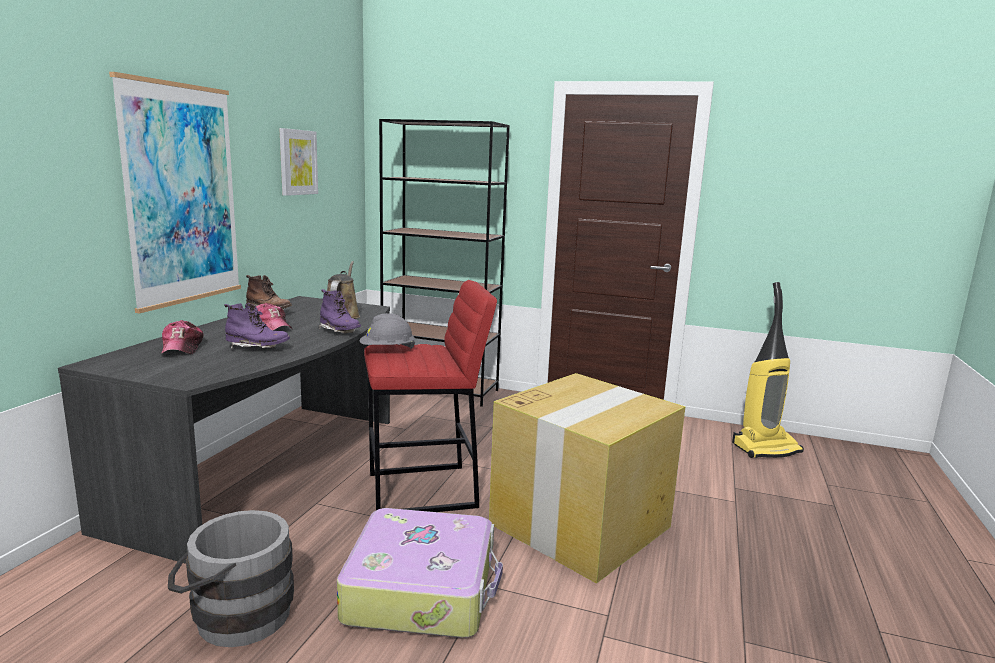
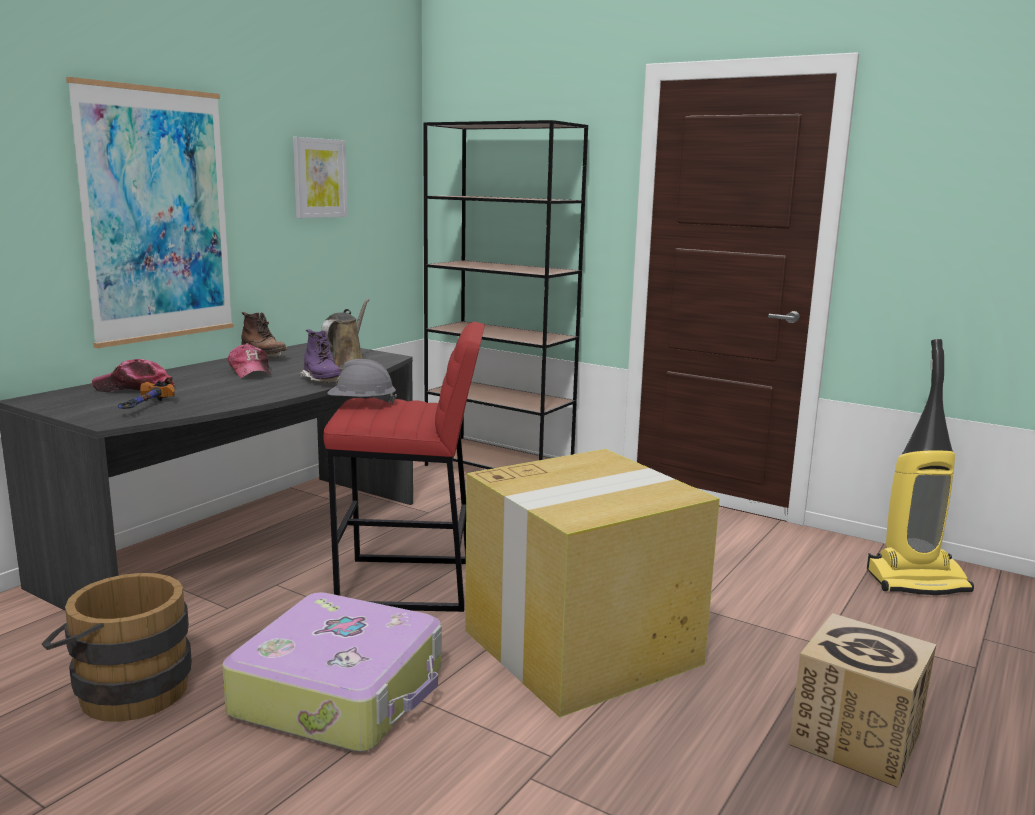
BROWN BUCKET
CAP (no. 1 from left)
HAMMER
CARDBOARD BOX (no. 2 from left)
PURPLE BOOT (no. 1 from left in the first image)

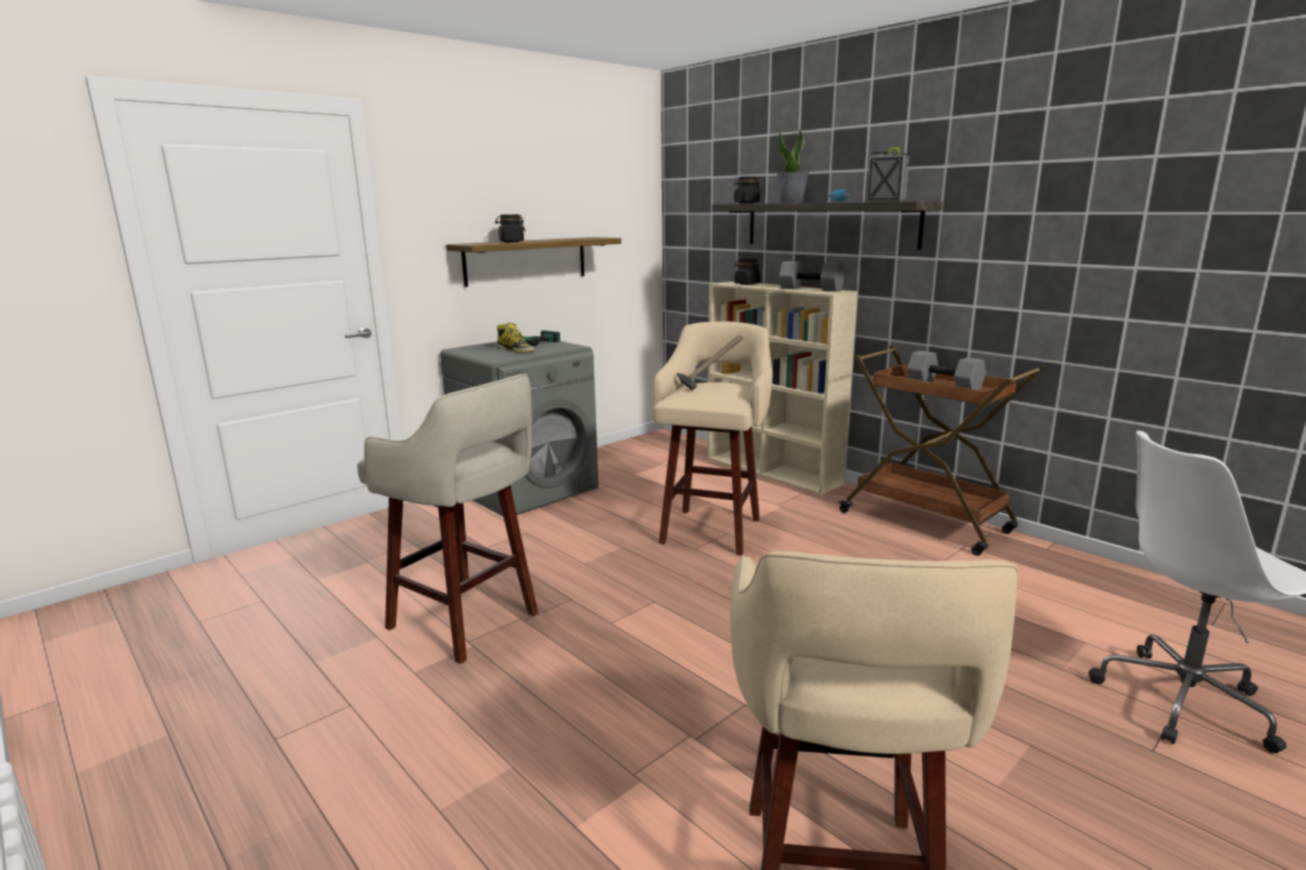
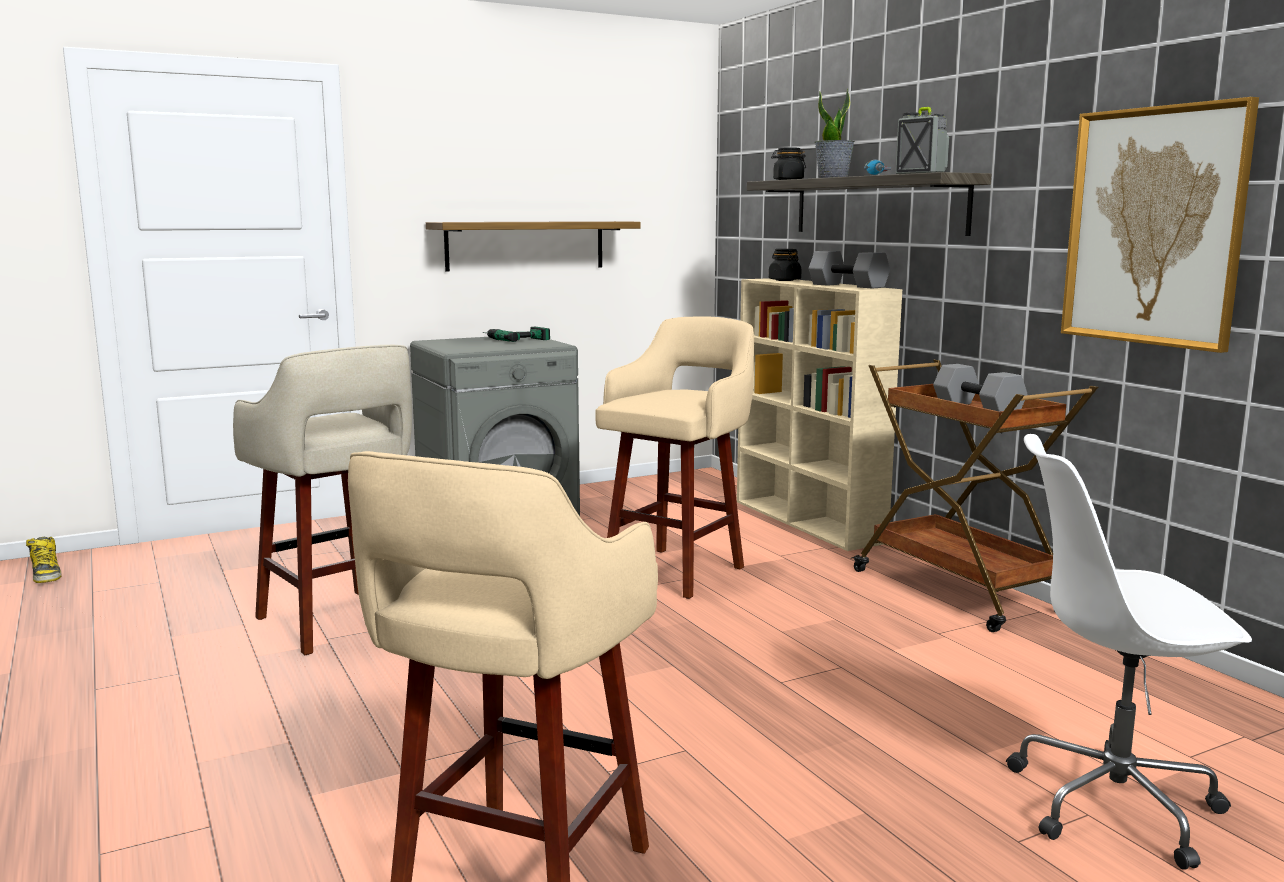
BOOT
PICTURE
BLACK JAR (no. 1 from left in the first image)
HAMMER

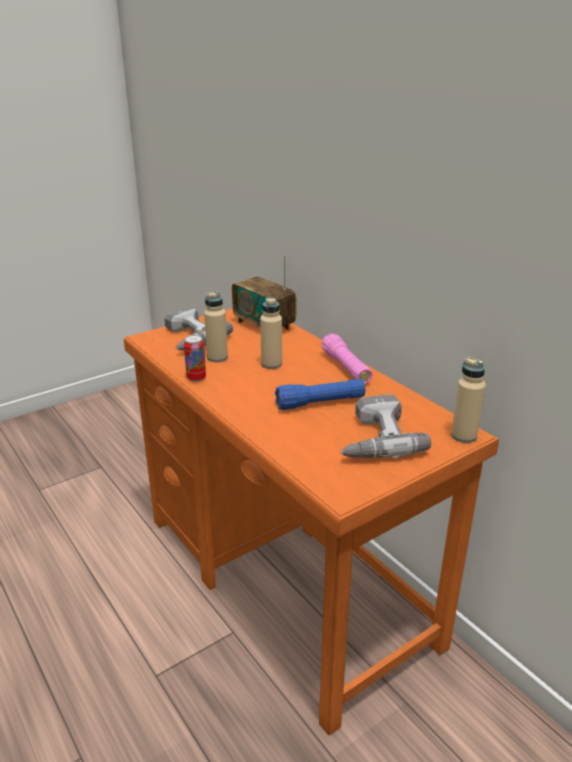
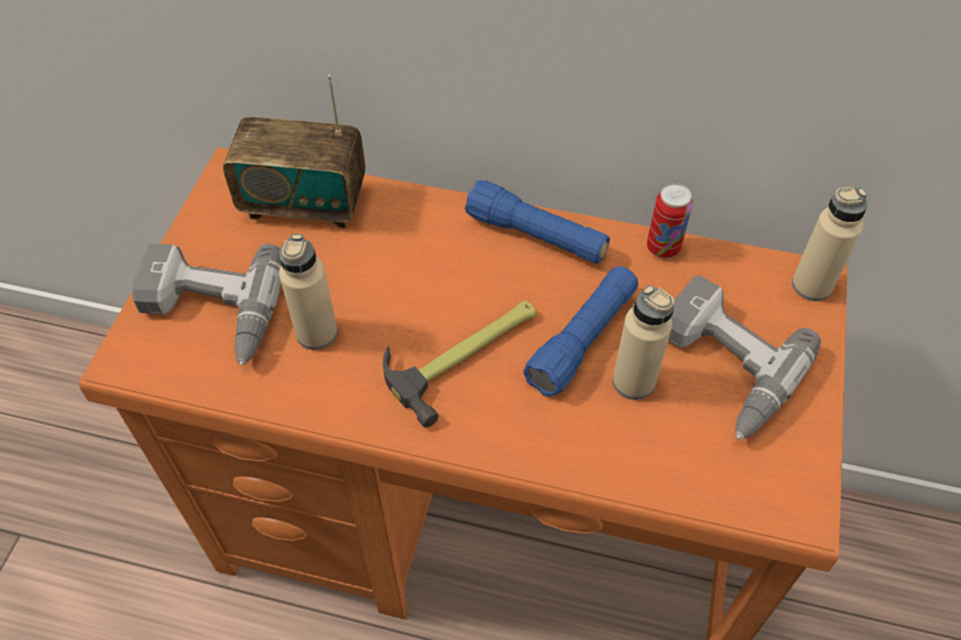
HAMMER
BLUE FLASHLIGHT (no. 1 from left)
BEIGE BOTTLE (no. 2 from left)
CAN

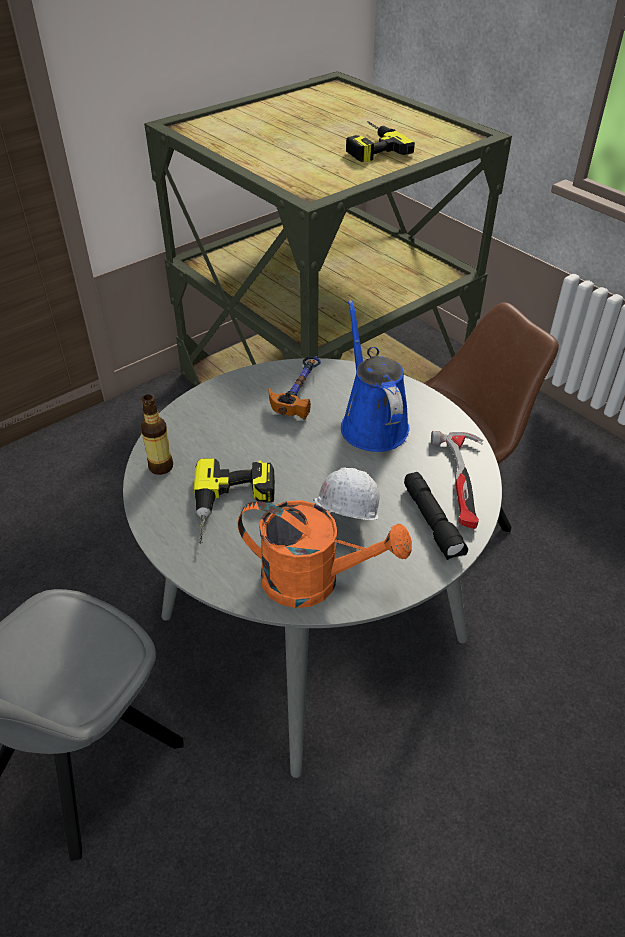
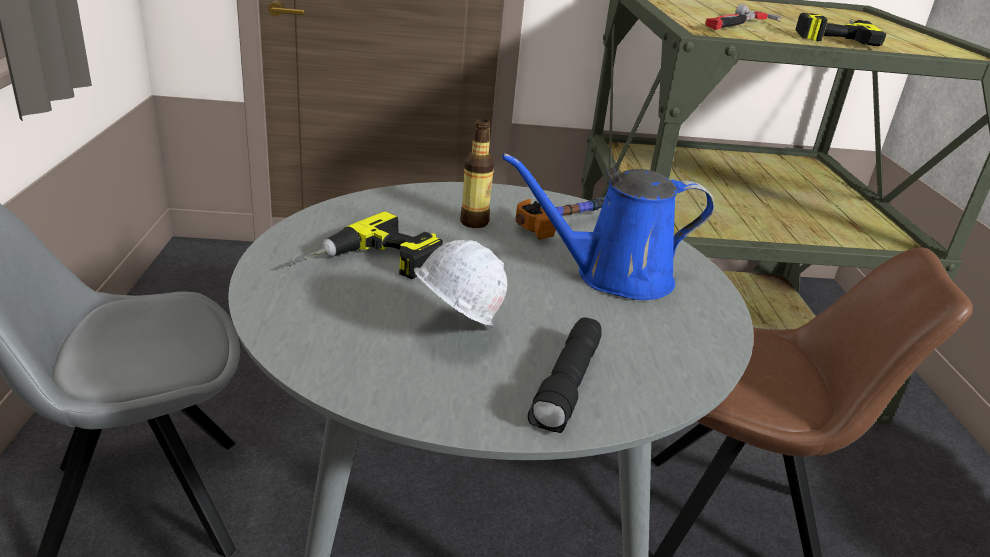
BOTTLE
BLUE WATERING CAN
HAMMER (no. 2 from left)
ORANGE WATERING CAN

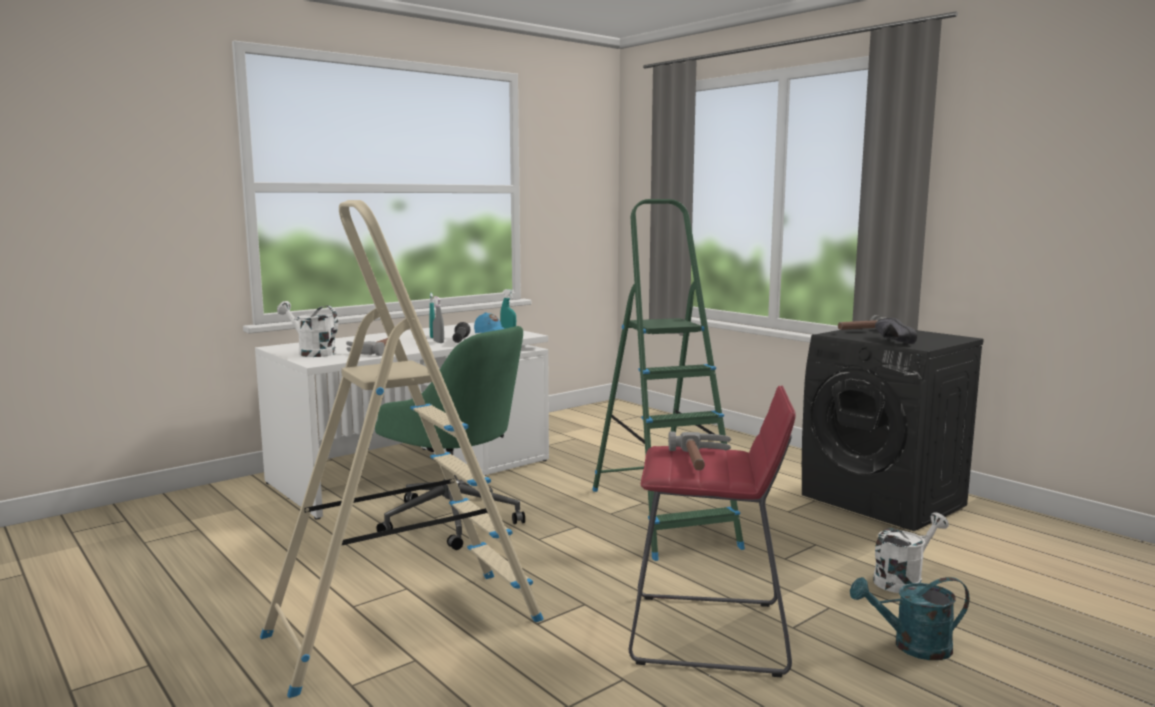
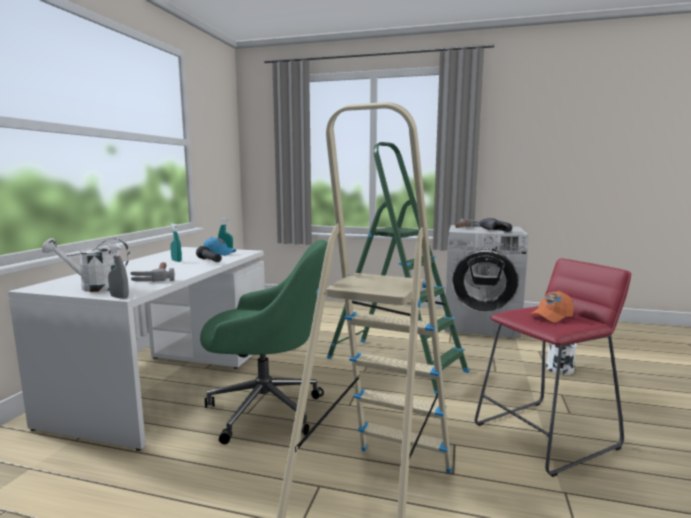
GREY SPRAY BOTTLE
WHITE WASHING MACHINE
ORANGE CAP
TURQUOISE WATERING CAN

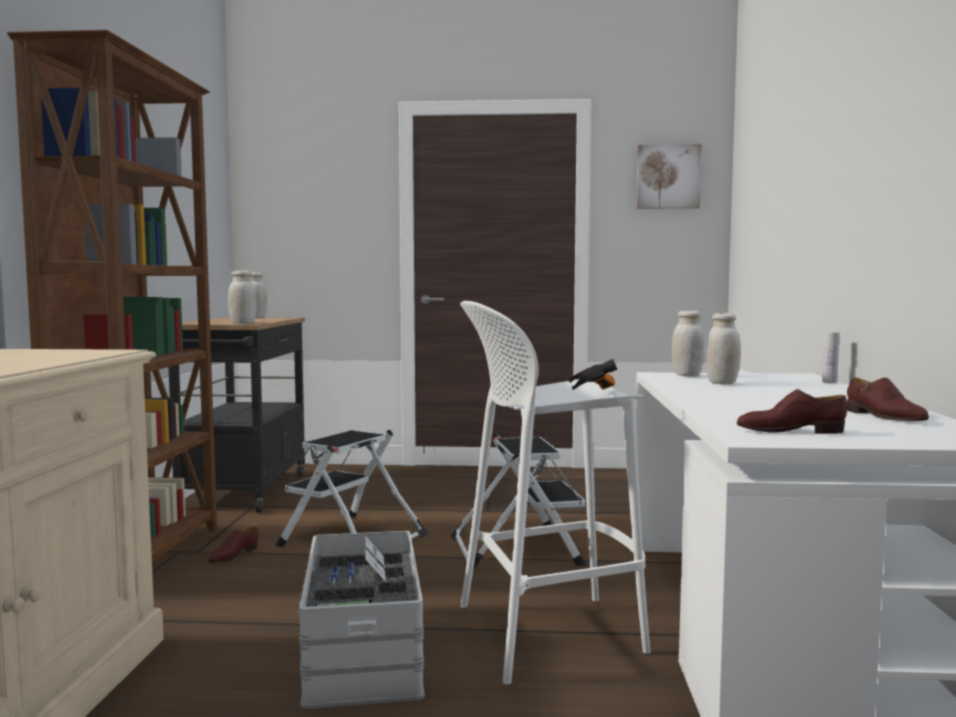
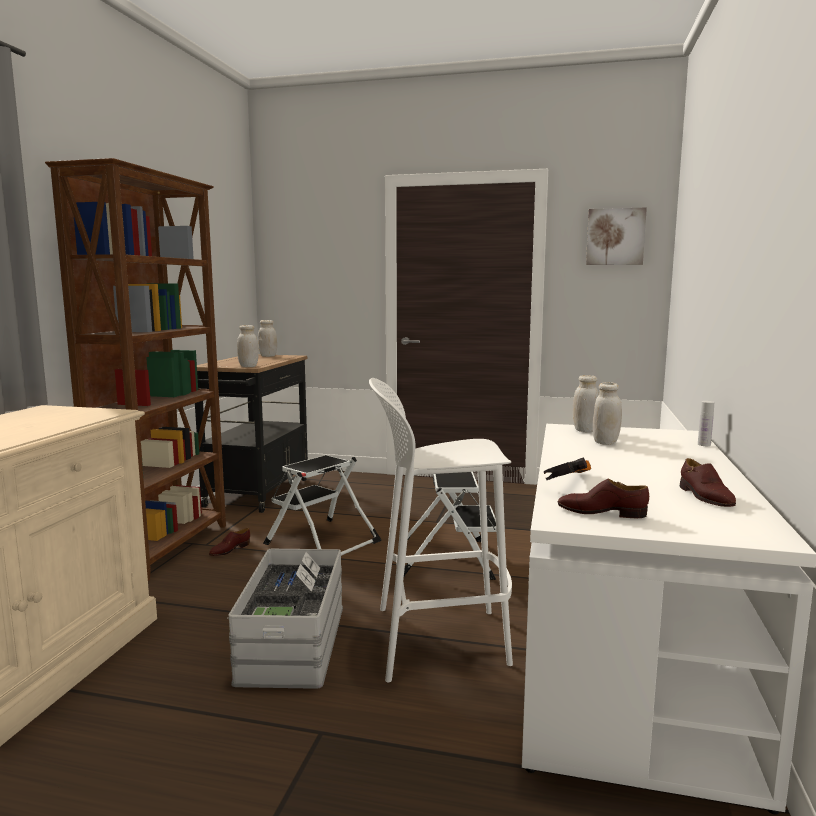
HAMMER

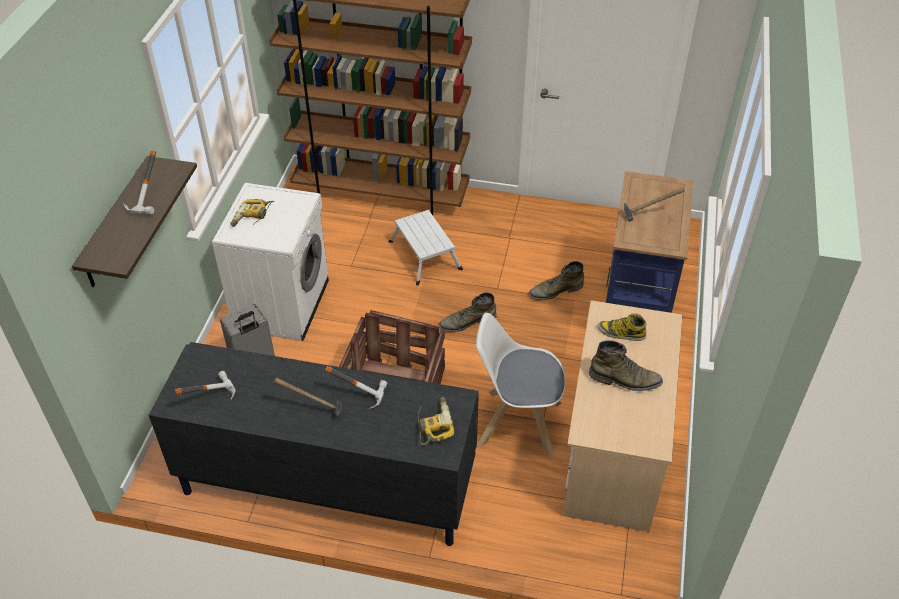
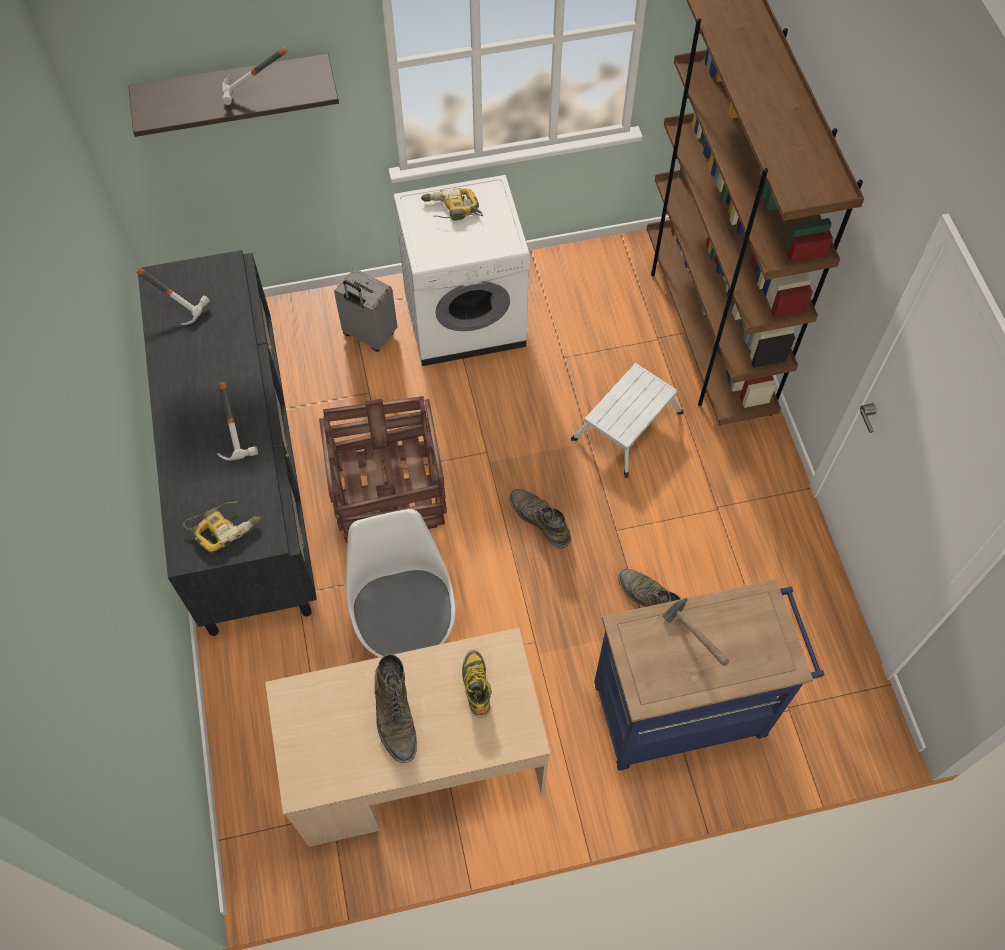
HAMMER (no. 3 from left in the first image)

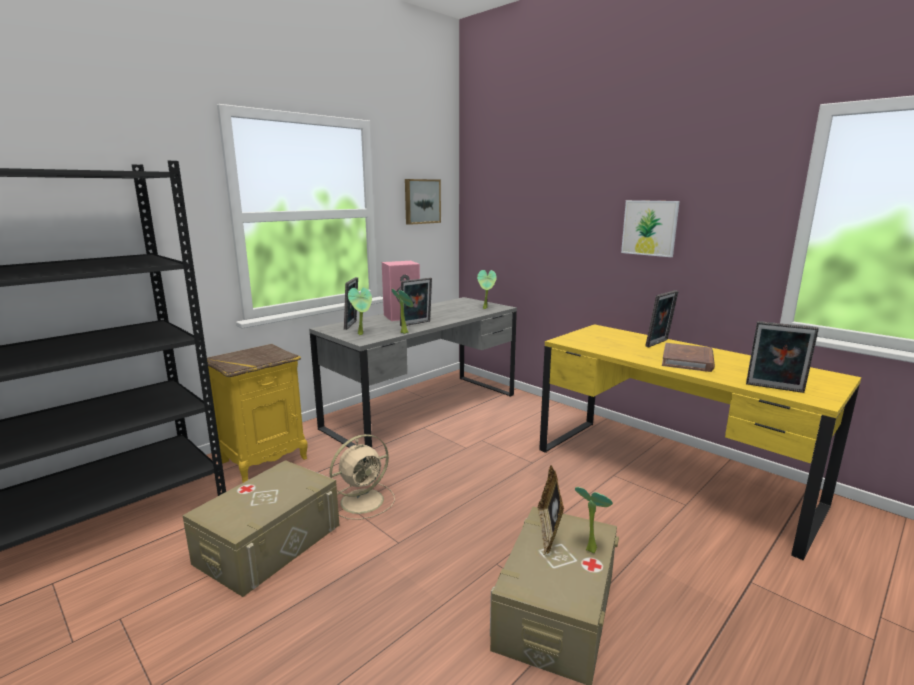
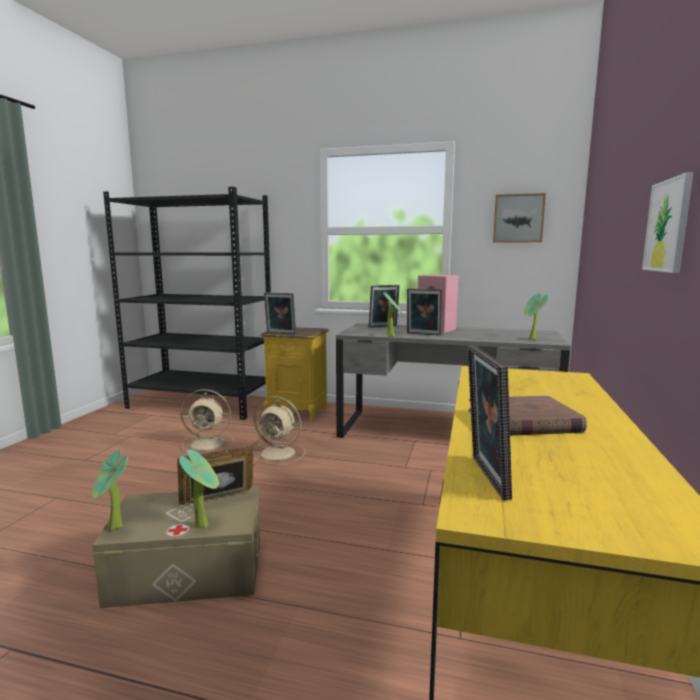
POTTED PLANT (no. 1 from left)
BEIGE FAN (no. 1 from left)
PICTURE FRAME (no. 2 from left)

